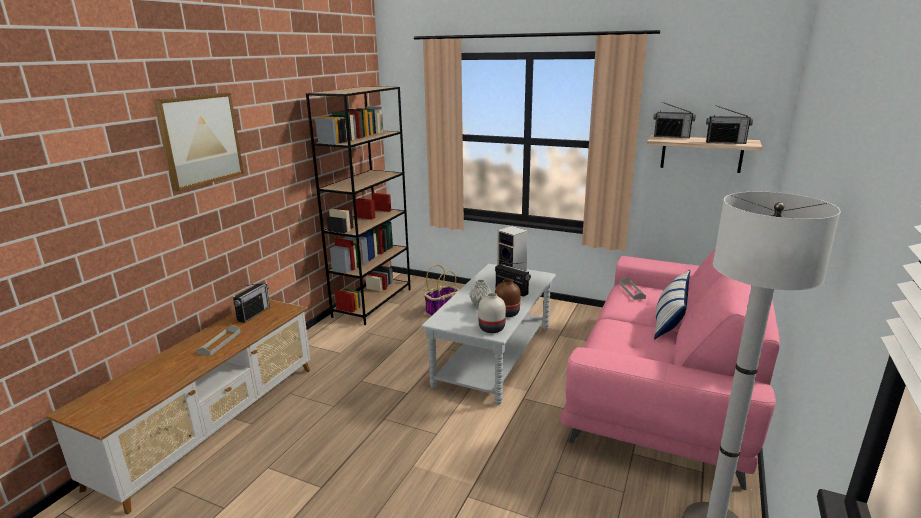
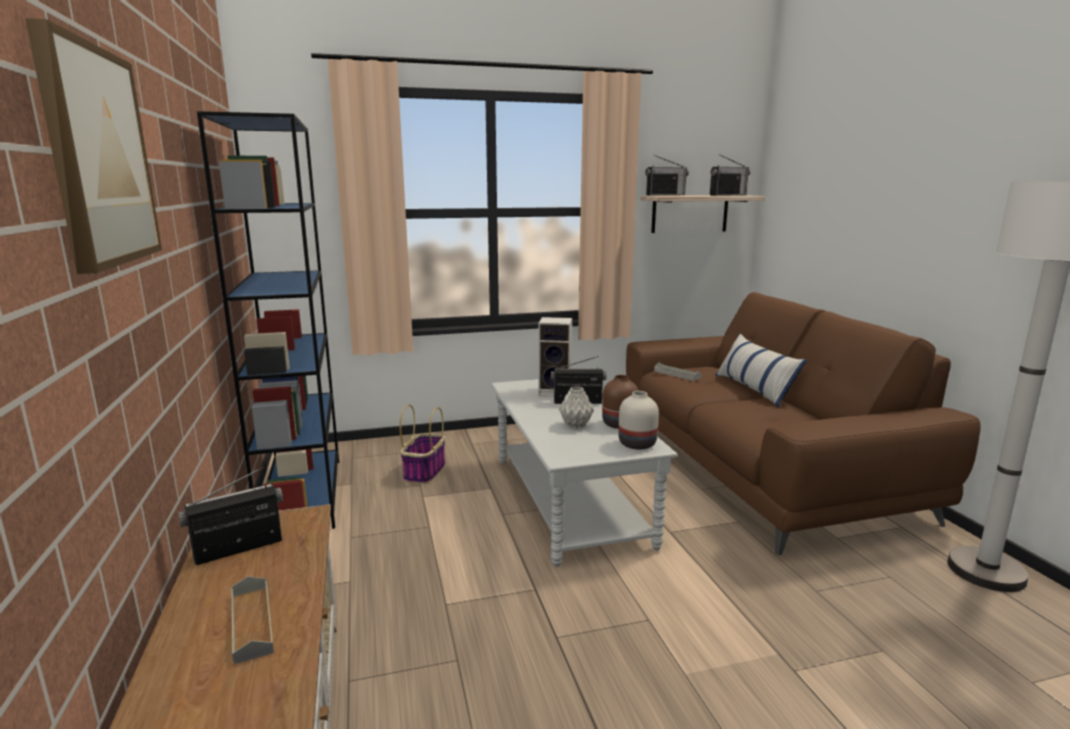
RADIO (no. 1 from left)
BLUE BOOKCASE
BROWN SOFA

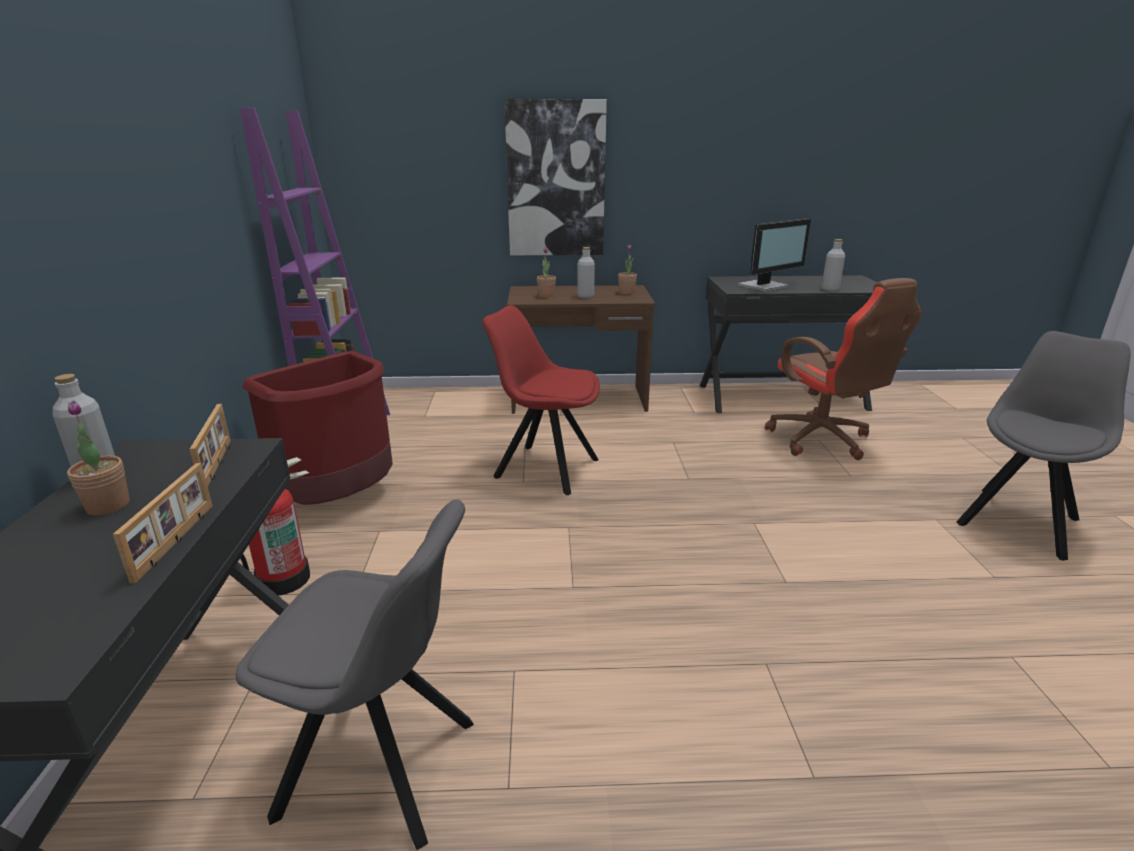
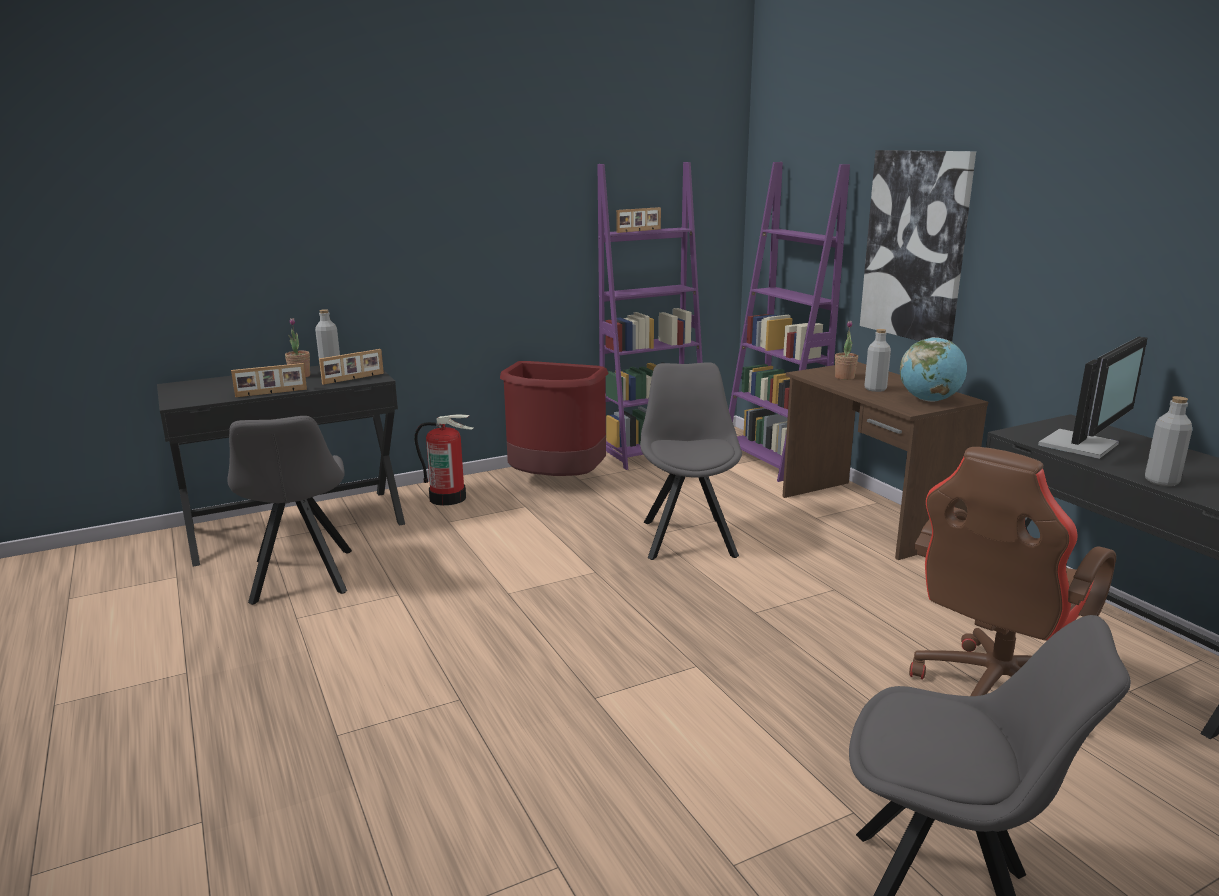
PICTURE FRAME (no. 3 from left)
GREY CHAIR (no. 2 from left)
PURPLE BOOKCASE (no. 2 from left)
GLOBE
MONITOR

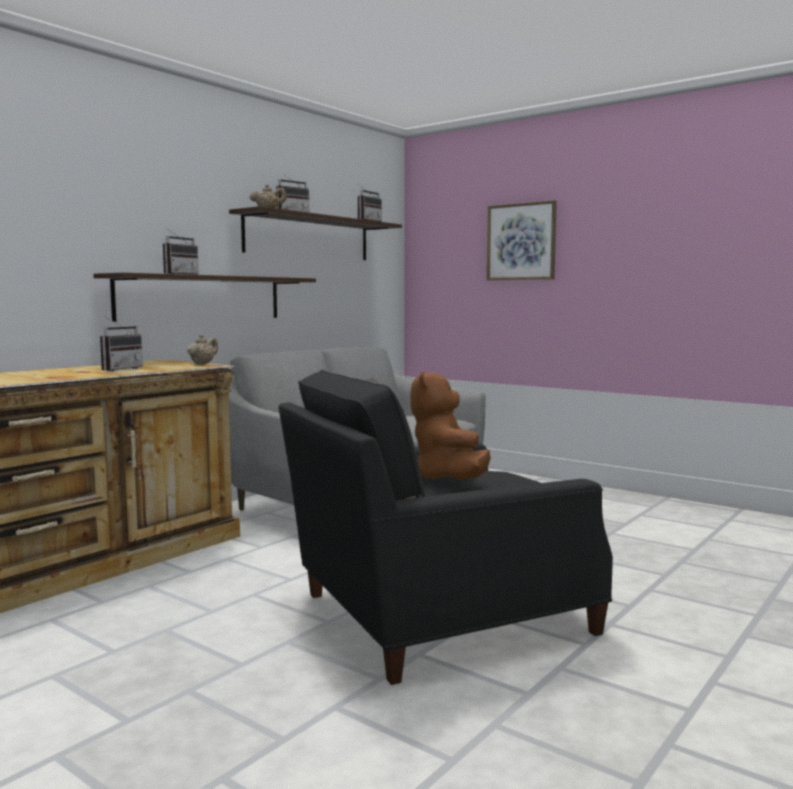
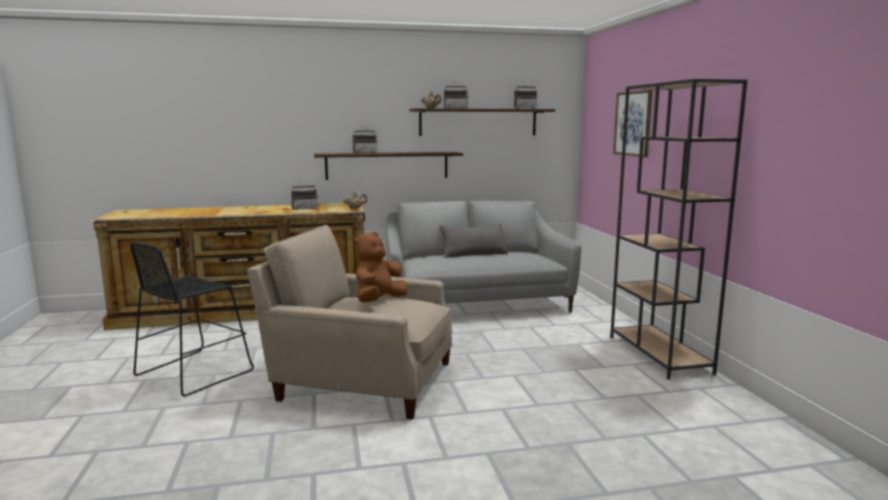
BLACK STOOL
BEIGE ARMCHAIR
BOOKCASE

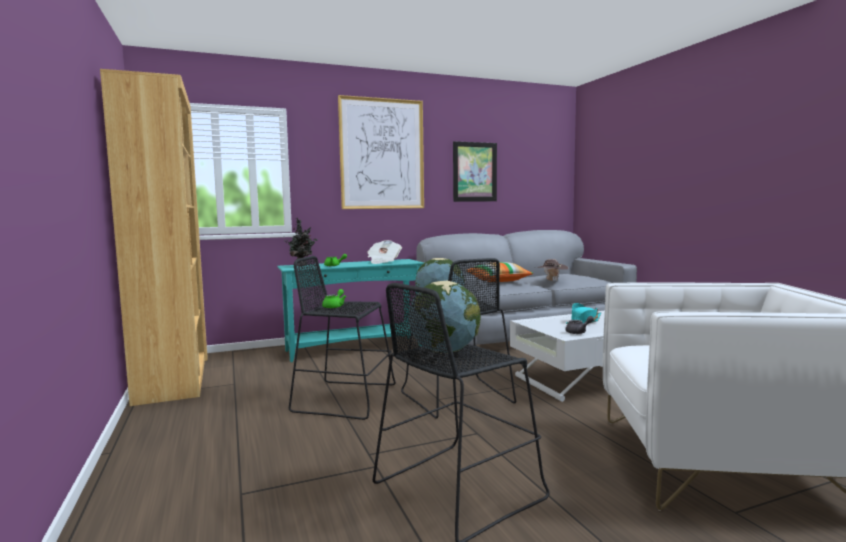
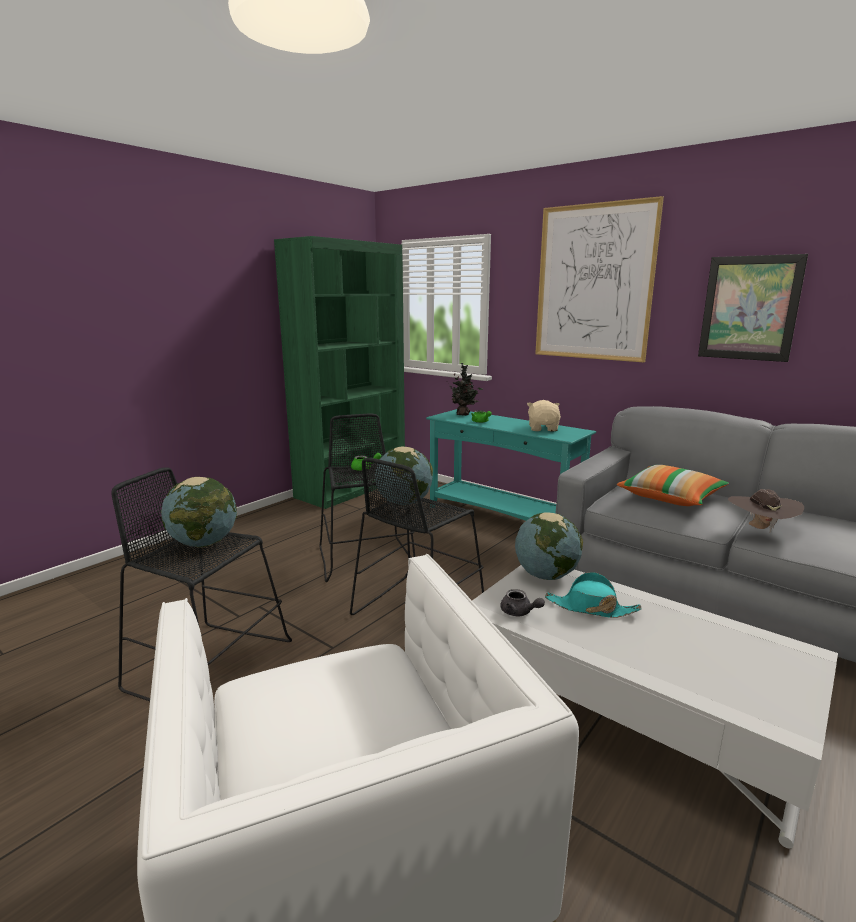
GREEN BOOKCASE
GLOBE (no. 3 from left)
BEIGE PLUSH TOY

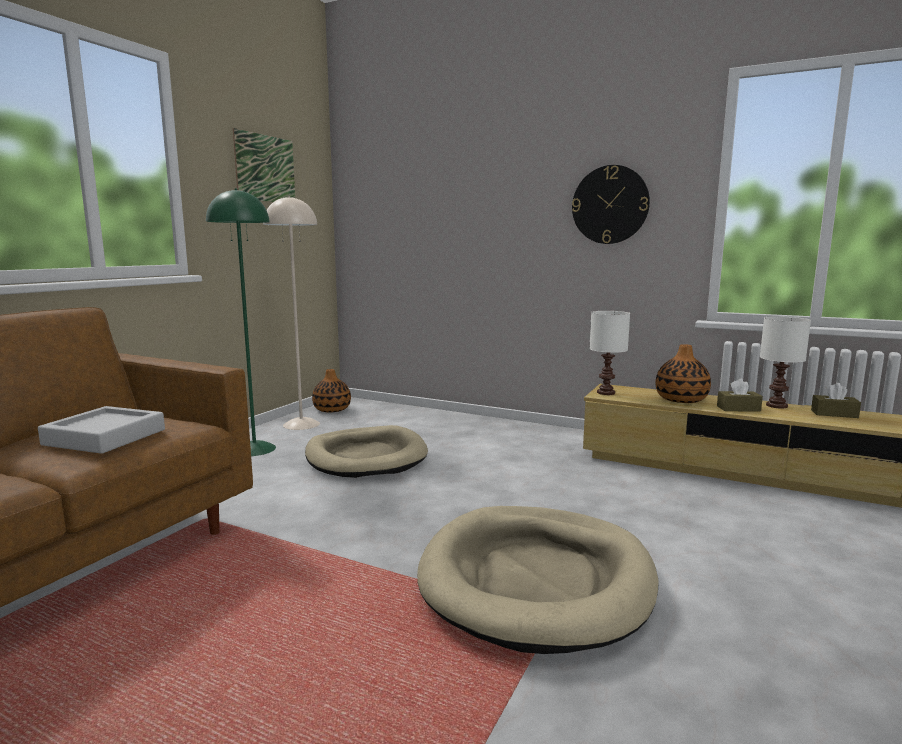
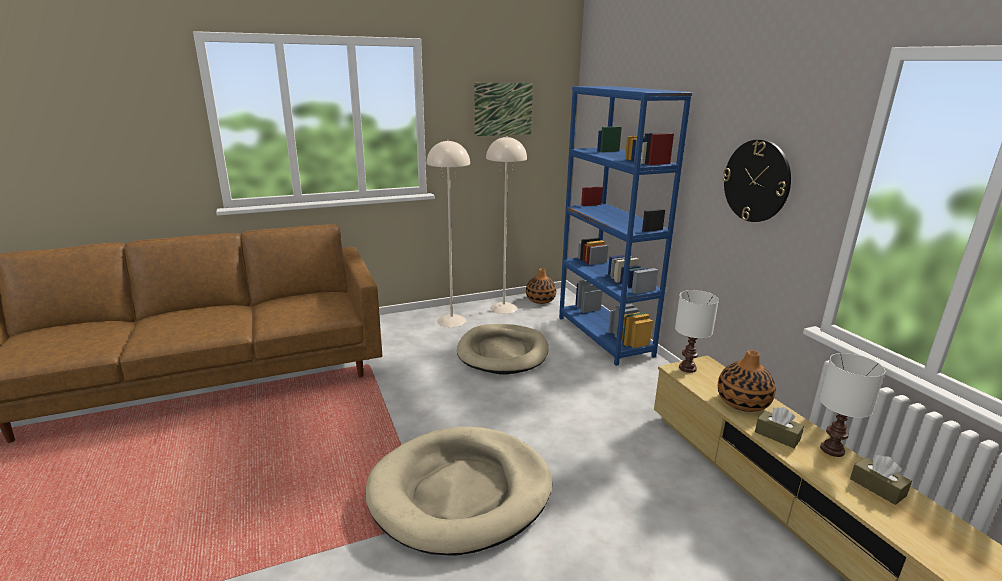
BEIGE FLOOR LAMP (no. 1 from left)
BLUE BOOKCASE
GREY TRAY

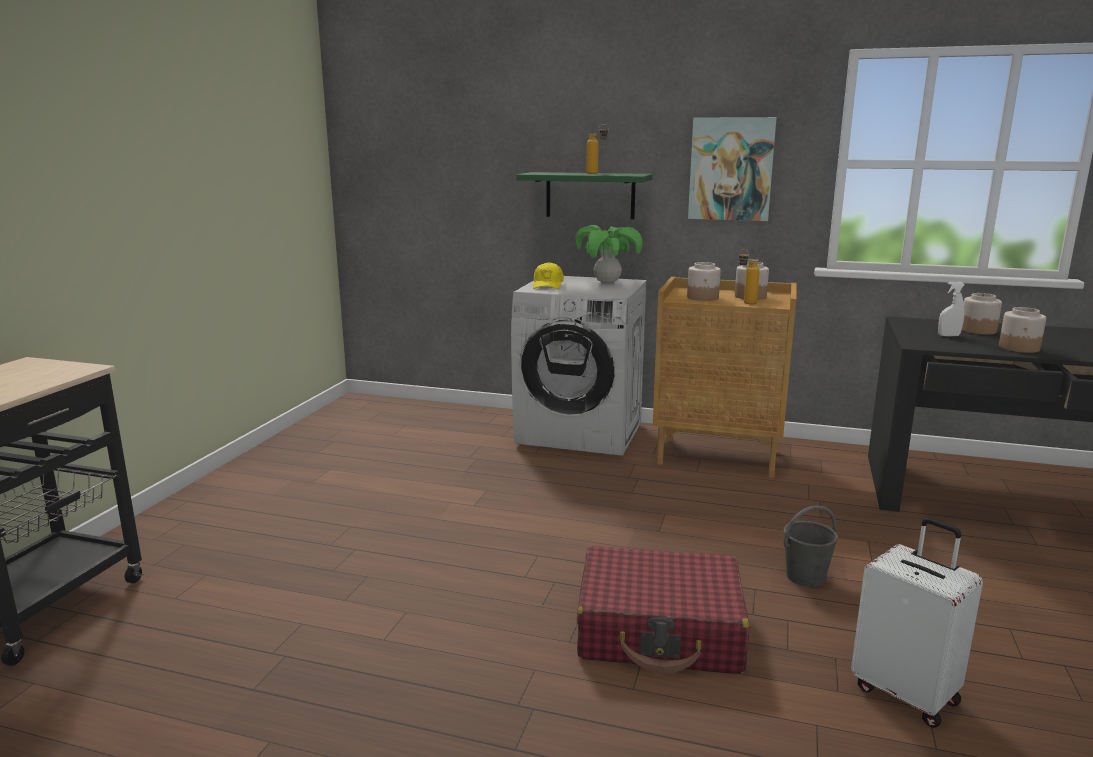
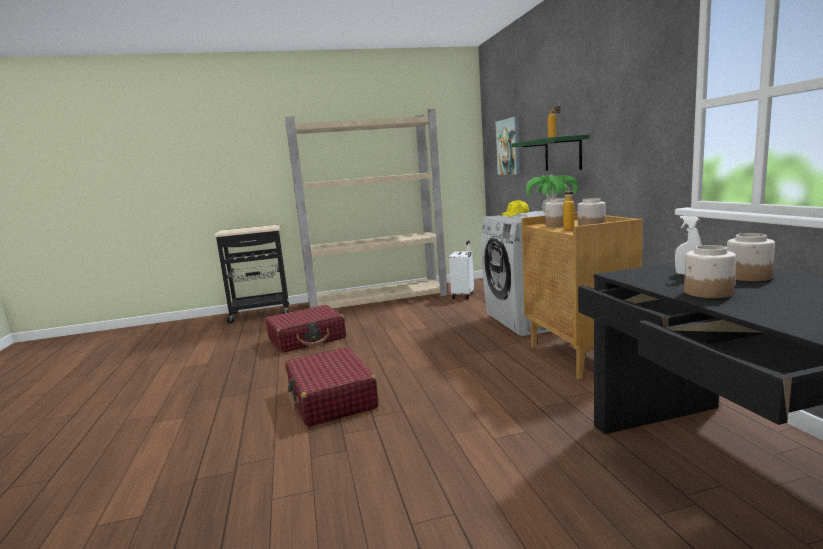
RED SUITCASE (no. 1 from left)
BEIGE BOOKCASE
WHITE SUITCASE
PICTURE
GREY BUCKET

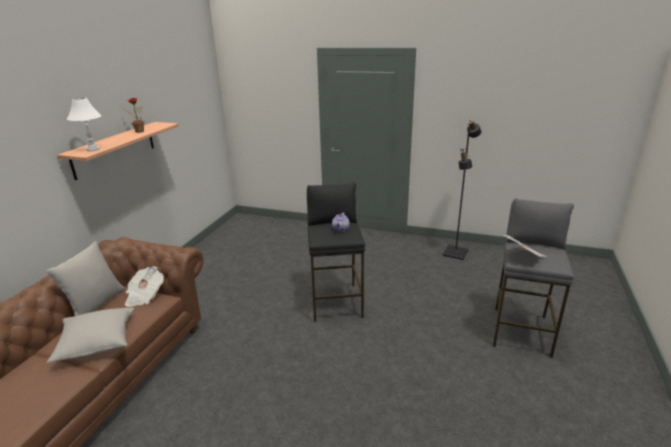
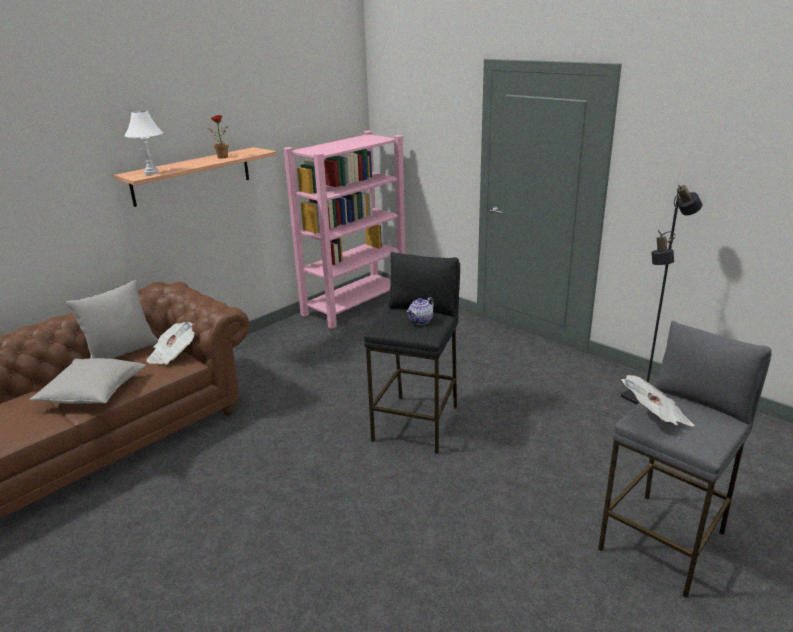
PINK BOOKCASE

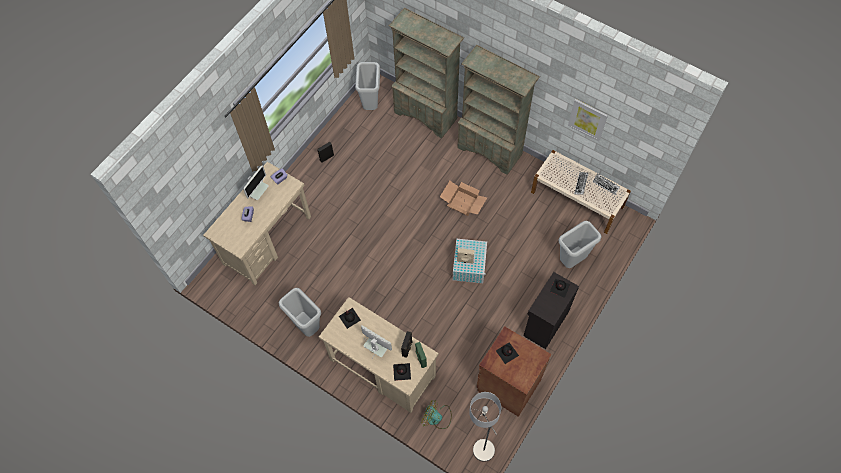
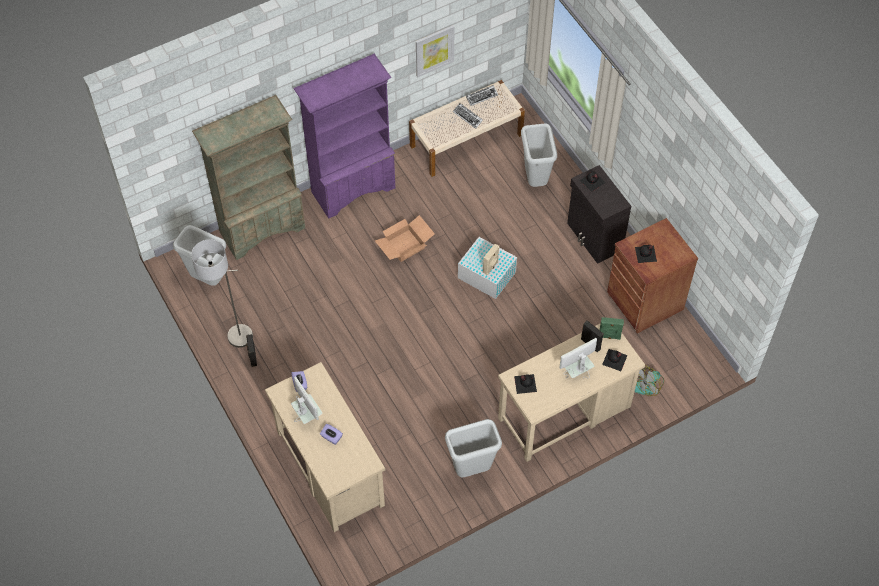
GREY FLOOR LAMP
PURPLE BOOKCASE

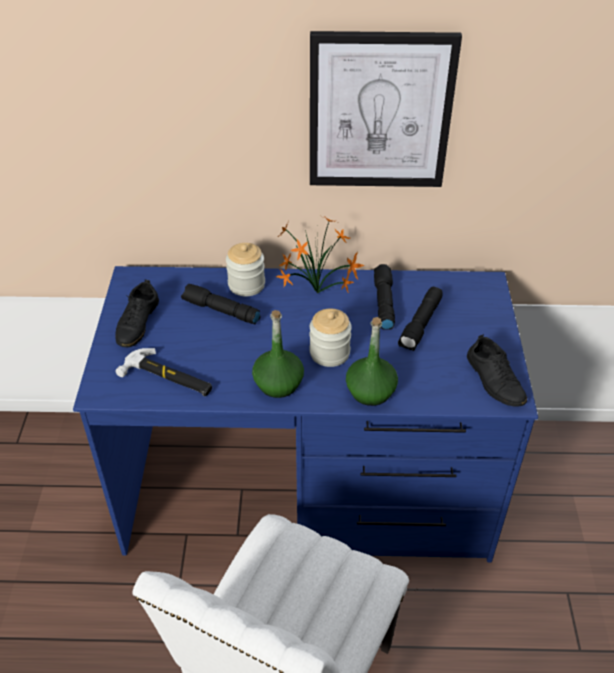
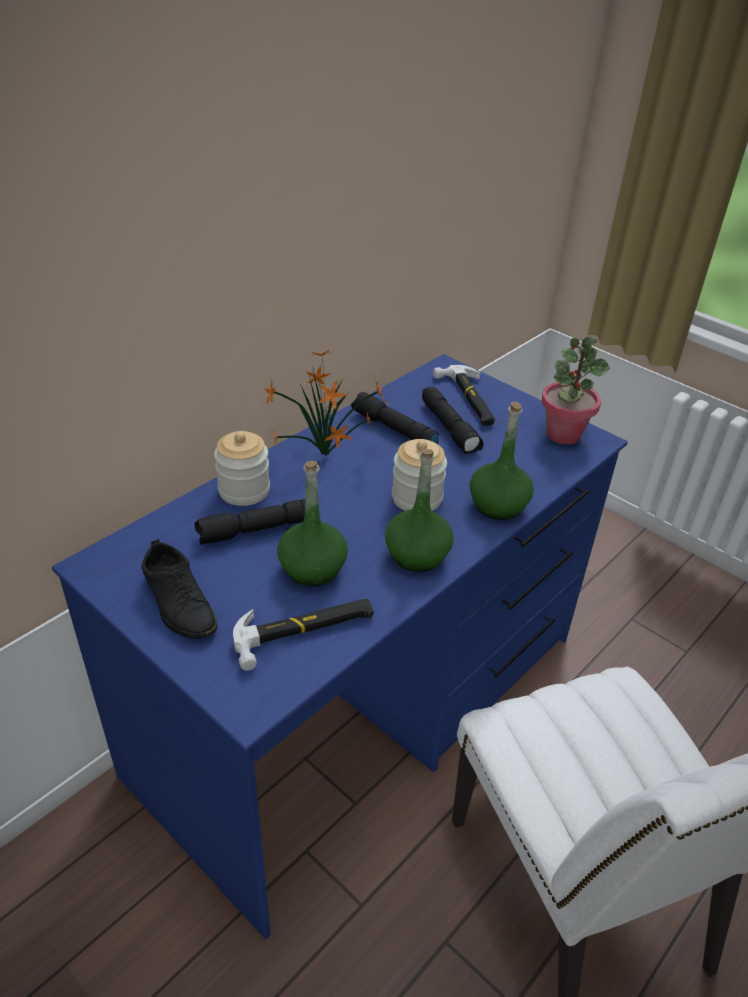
GREEN BOTTLE (no. 1 from left)
HAMMER (no. 2 from left)
POTTED PLANT (no. 2 from left)
PICTURE

